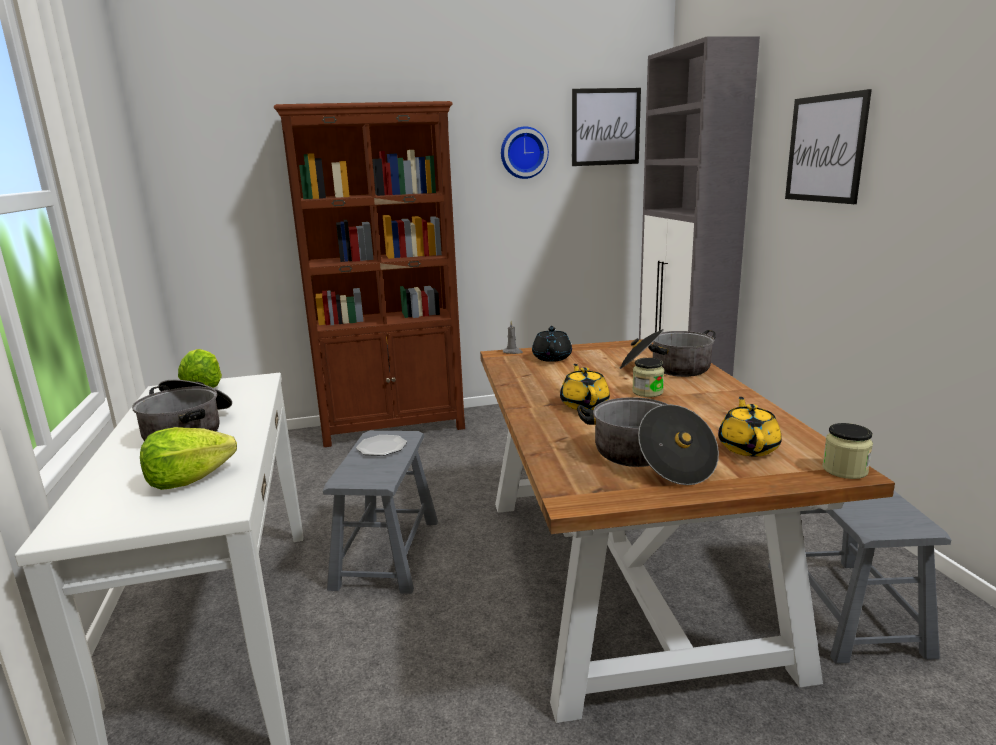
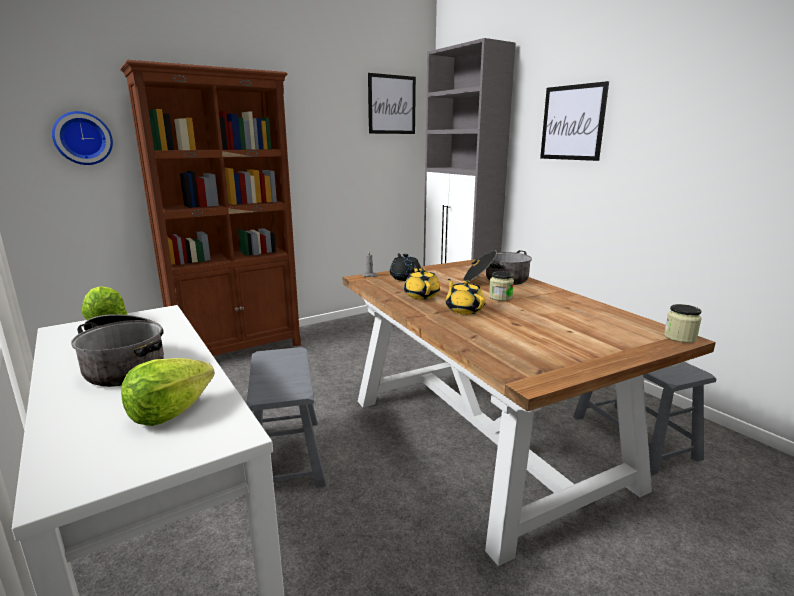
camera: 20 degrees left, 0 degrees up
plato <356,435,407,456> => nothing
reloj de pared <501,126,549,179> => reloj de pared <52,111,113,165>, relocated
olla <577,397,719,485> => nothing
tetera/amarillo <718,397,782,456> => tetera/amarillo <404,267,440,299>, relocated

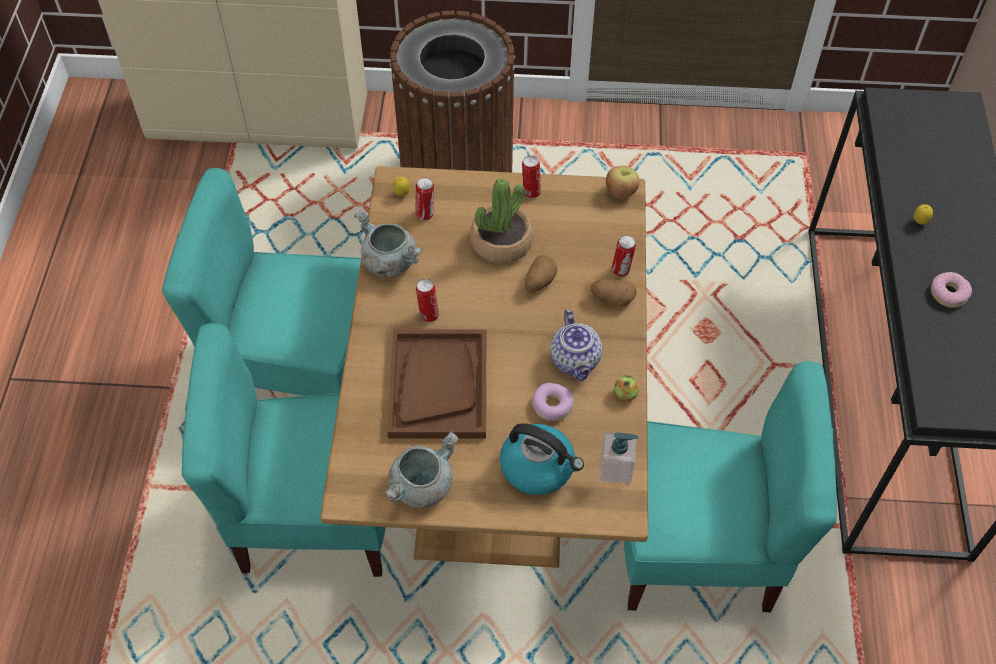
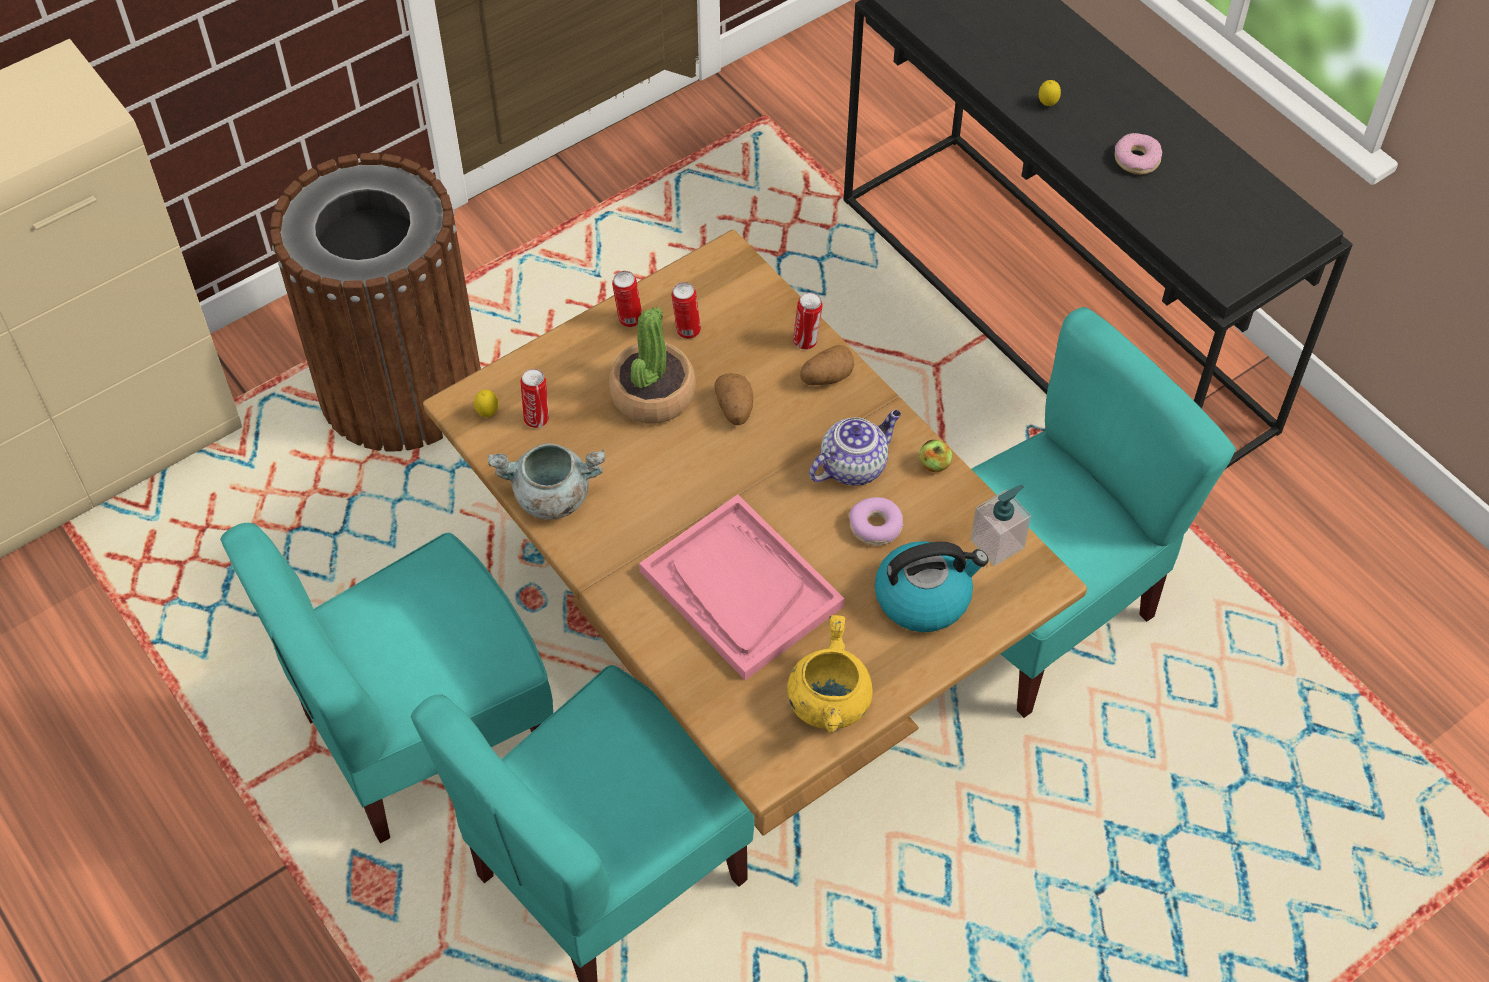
camera: 40 degrees left, 0 degrees up
olla/gris <385,431,458,508> => olla/amarillo <787,615,873,733>
bandeja/marrón <387,329,486,439> => bandeja/rosa <639,494,845,680>
lata <416,279,439,322> => lata <672,282,701,339>, relocated
tetera <550,309,602,381> => tetera <809,410,901,486>, 75 degrees counterclockwise
manzana <606,165,640,199> => nothing

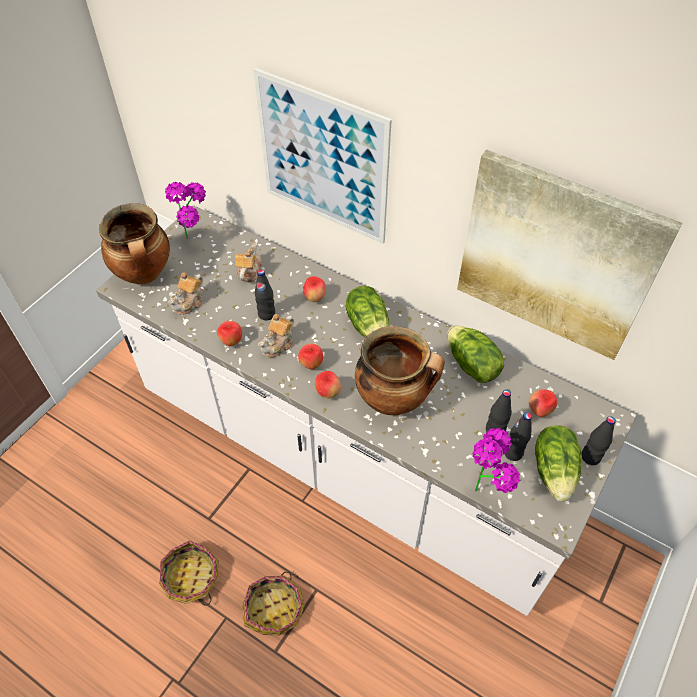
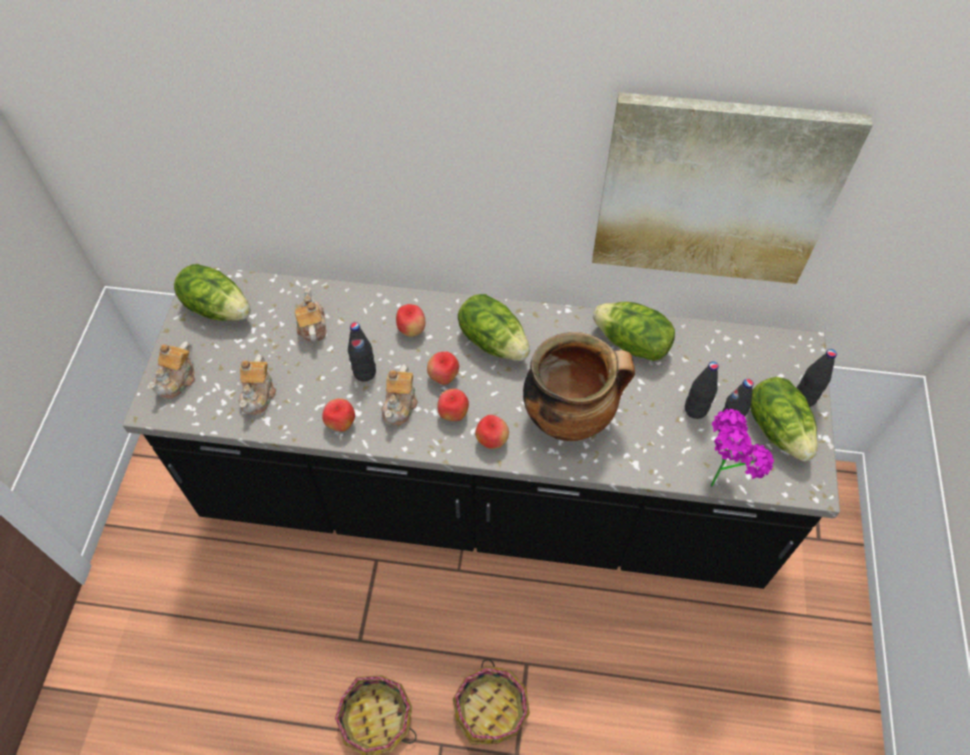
camera: 25 degrees left, 5 degrees up
mueble bajo de cocina/blanco <96,205,637,616> => mueble bajo de cocina/negro <123,264,840,589>
olla <99,203,170,284> => tetera <147,341,195,399>
planta en maceta <165,182,206,239> => lechuga <174,264,251,321>
cuadro <253,68,392,244> => nothing
manzana <529,389,557,417> => manzana <427,351,459,385>, relocated

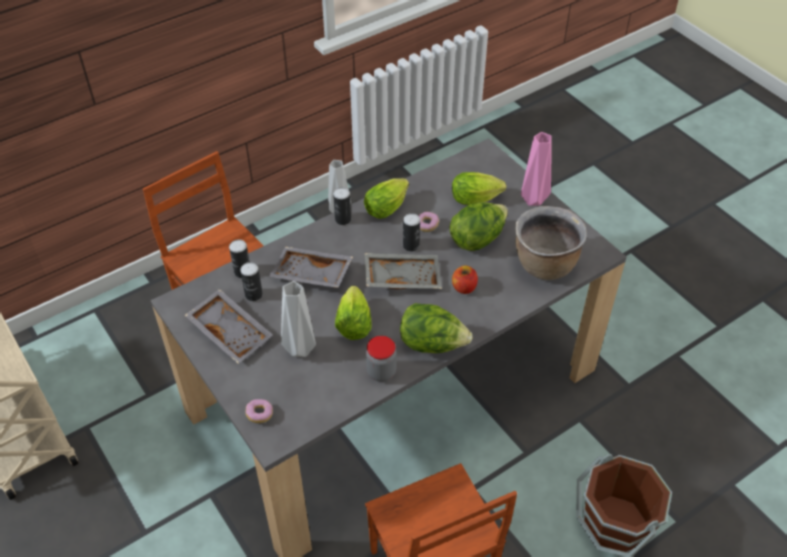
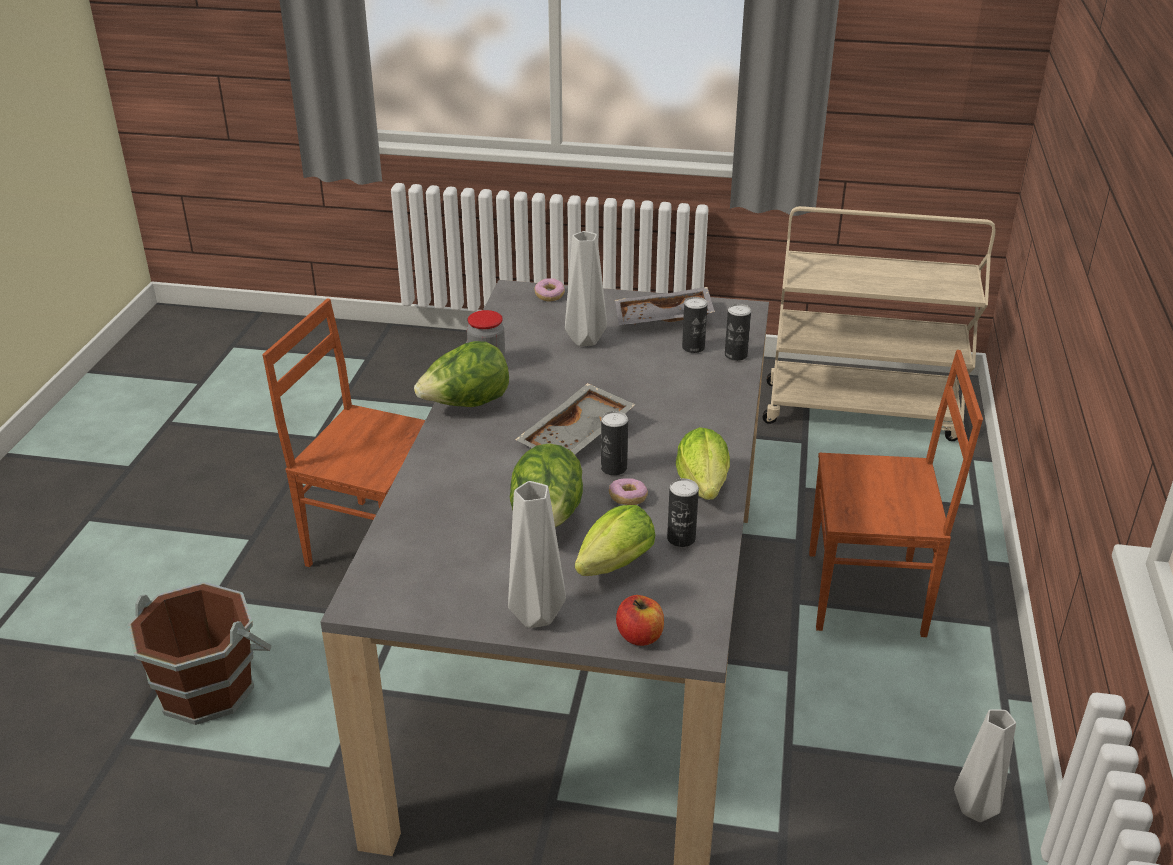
camera: 135 degrees right, 15 degrees down
bandeja/gris <268,247,353,288> => nothing
lata <333,187,351,225> => lata <667,478,699,547>, relocated
lechuga <335,286,372,340> => nothing
manzana <452,266,478,294> => manzana <616,595,664,646>, relocated
olla/marrón <515,206,587,280> => nothing
florero/rosa <521,132,552,206> => florero/gris <508,481,566,628>

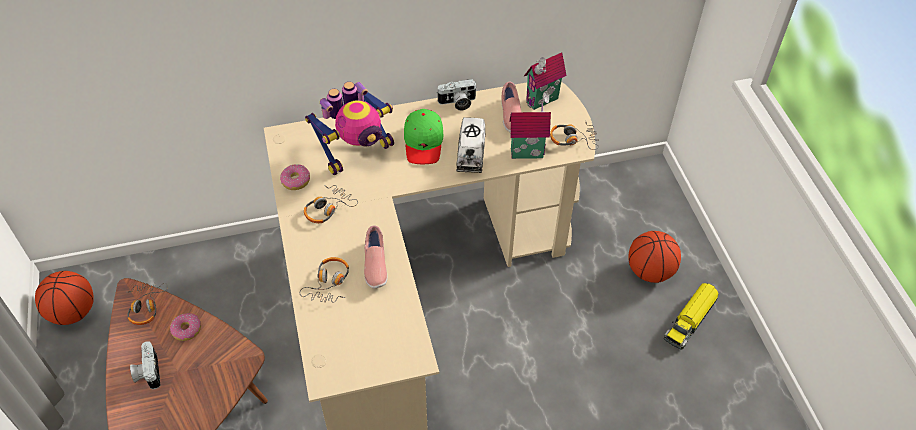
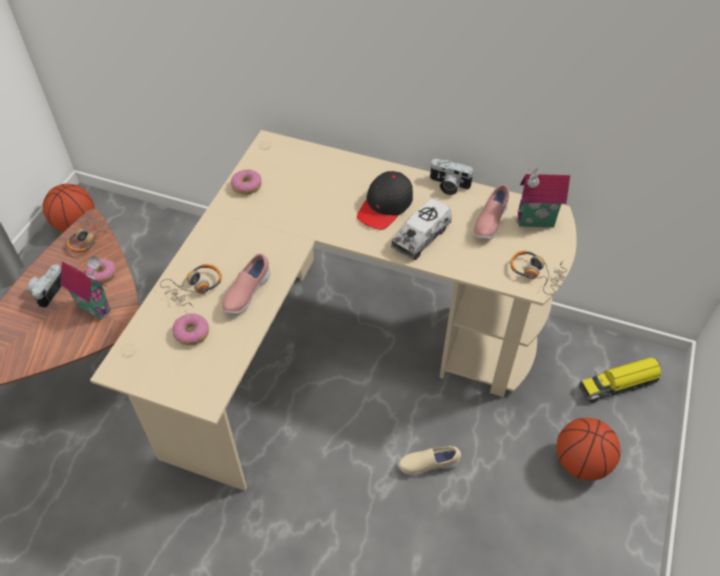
camera: 35 degrees right, 0 degrees up
auriculares <304,185,358,223> => nothing
robot de juguete <305,82,394,175> => nothing
gorra/verde <404,109,443,164> => gorra/negro <357,171,413,230>
casita <509,91,552,159> => casita <61,256,111,320>, relocated
camión de juguete <664,283,718,350> => camión de juguete <579,357,661,403>, relocated
nothing => rosquilla <172,313,209,345>
nothing => zapato/beis <398,446,461,475>

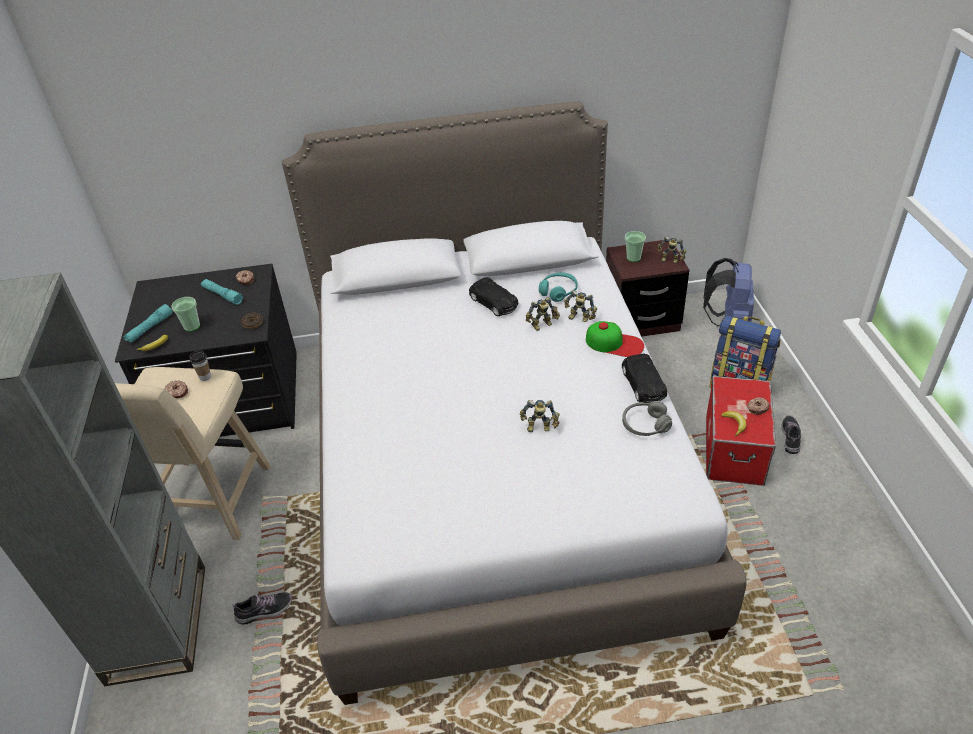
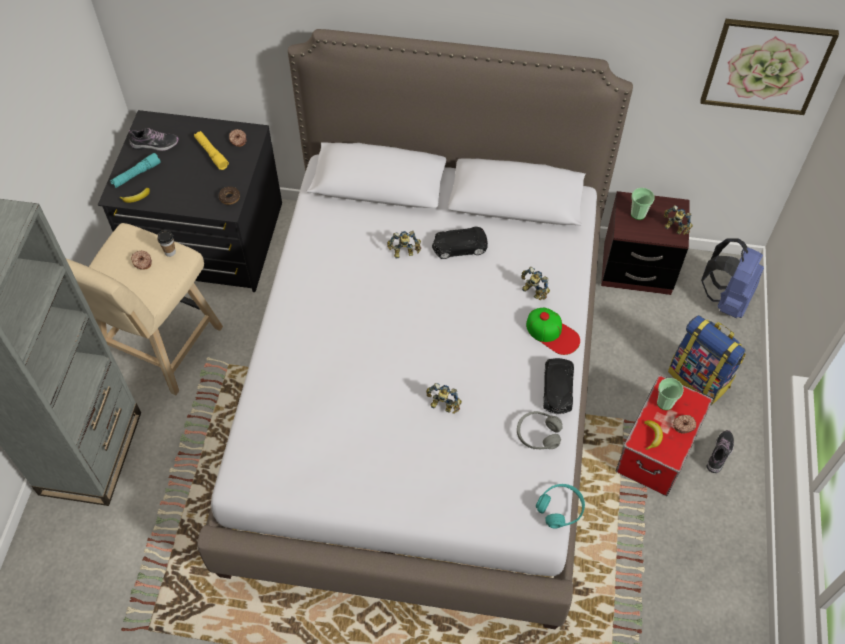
camera: 15 degrees right, 15 degrees up
taza <171,297,200,332> => taza <657,378,684,410>, relocated
linterna/turquesa <201,279,243,305> => linterna/amarillo <194,131,229,170>
zapato <233,592,292,625> => zapato <129,128,179,151>, relocated
coche de juguete/negro <469,277,518,316> => coche de juguete/negro <432,227,488,259>, 105 degrees clockwise
robot de juguete <526,297,560,331> => robot de juguete <387,231,421,258>, relocated
auriculares/turquesa <539,273,578,302> => auriculares/turquesa <536,484,585,528>, relocated
nothing => cuadro <700,19,839,115>

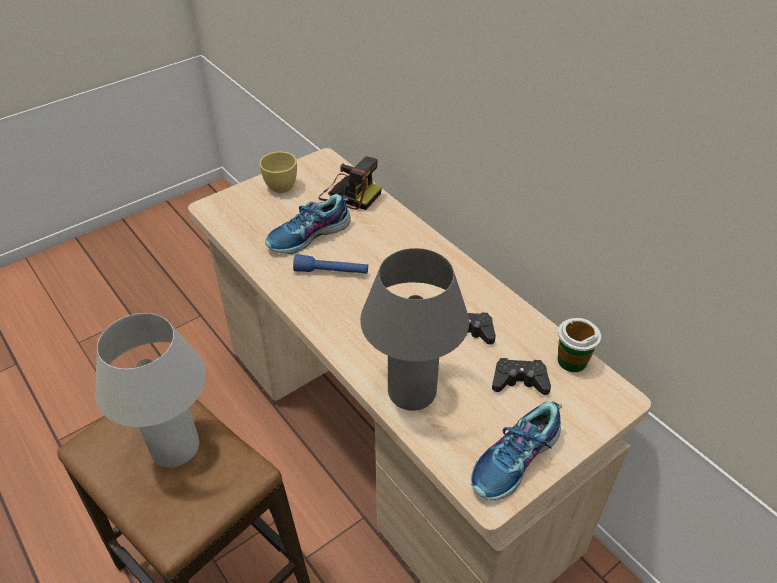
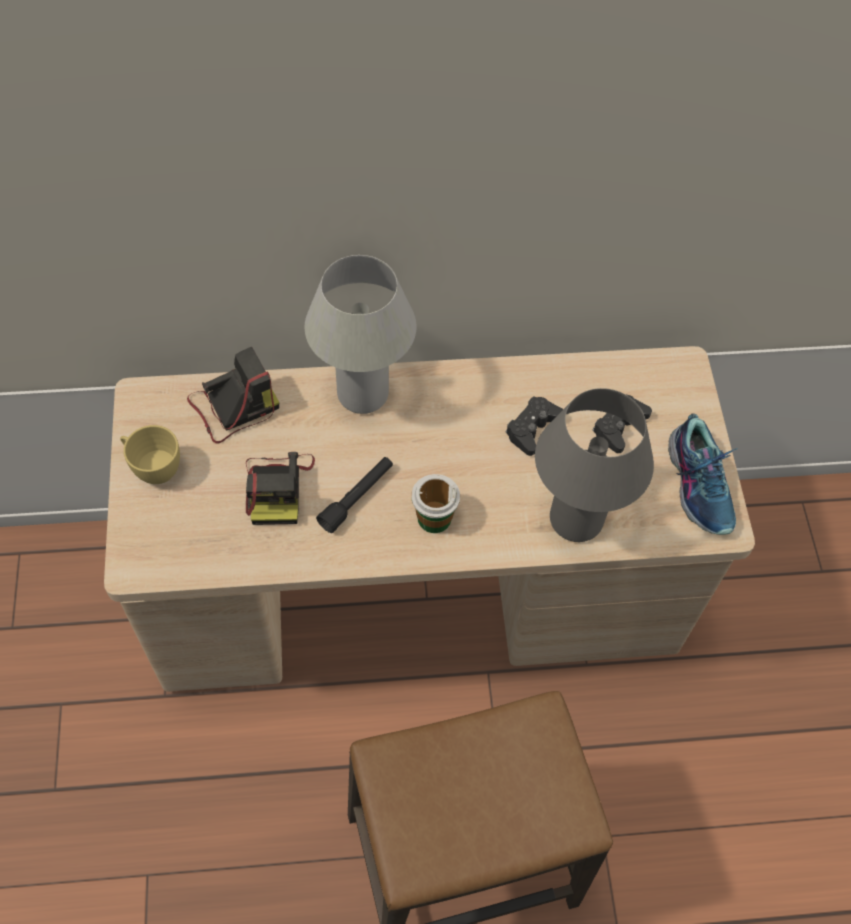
camera: 60 degrees left, 15 degrees up
lámpara de mesa/blanco <95,313,206,468> => lámpara de mesa/blanco <305,255,416,414>, relocated
zapato <265,194,351,254> => cámara <246,452,315,525>
linterna/azul <293,254,368,274> => linterna/negro <316,457,393,533>
taza <557,318,601,372> => taza <411,474,460,533>, relocated

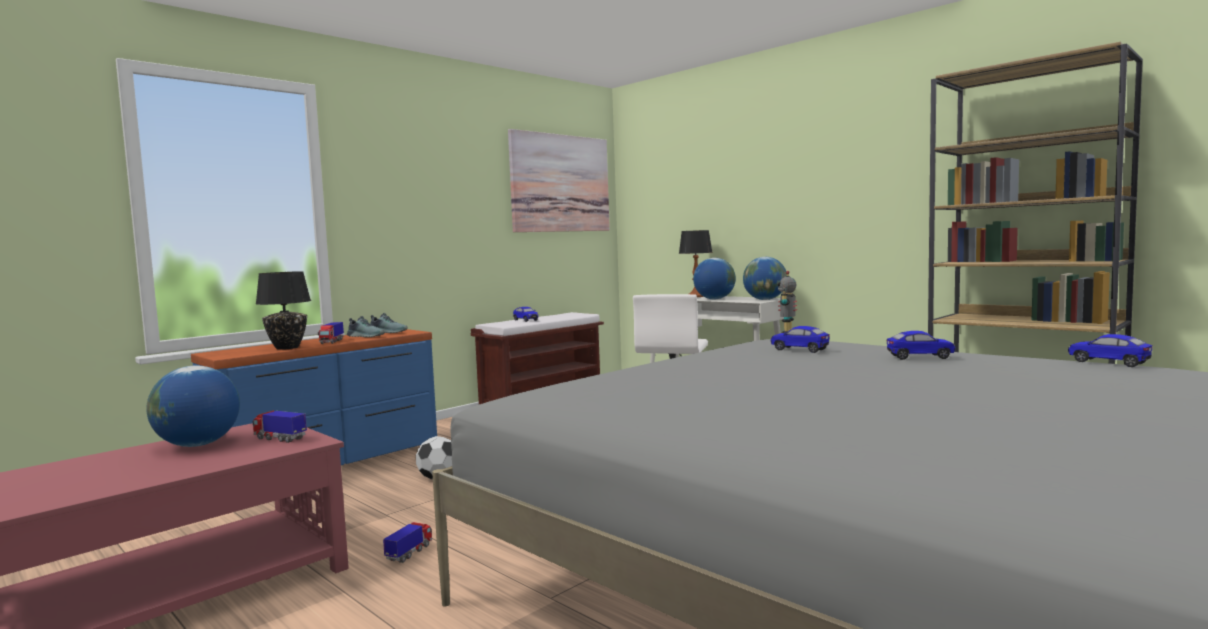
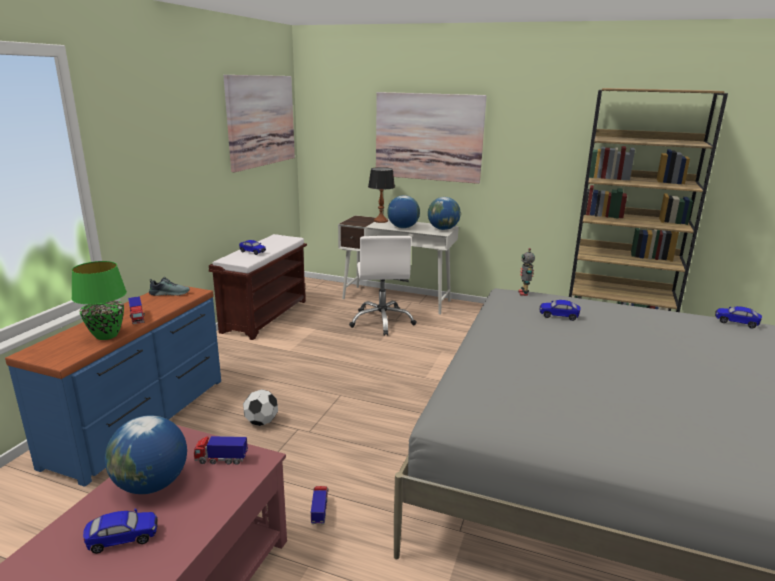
camera: 25 degrees left, 15 degrees up
lámpara de mesa/negro <256,271,311,350> => lámpara de mesa/verde <71,261,127,340>
zapato <347,316,385,337> => nothing
coche de juguete <887,331,956,360> => coche de juguete <83,508,158,554>, relocated
nothing => cuadro <376,92,487,184>

